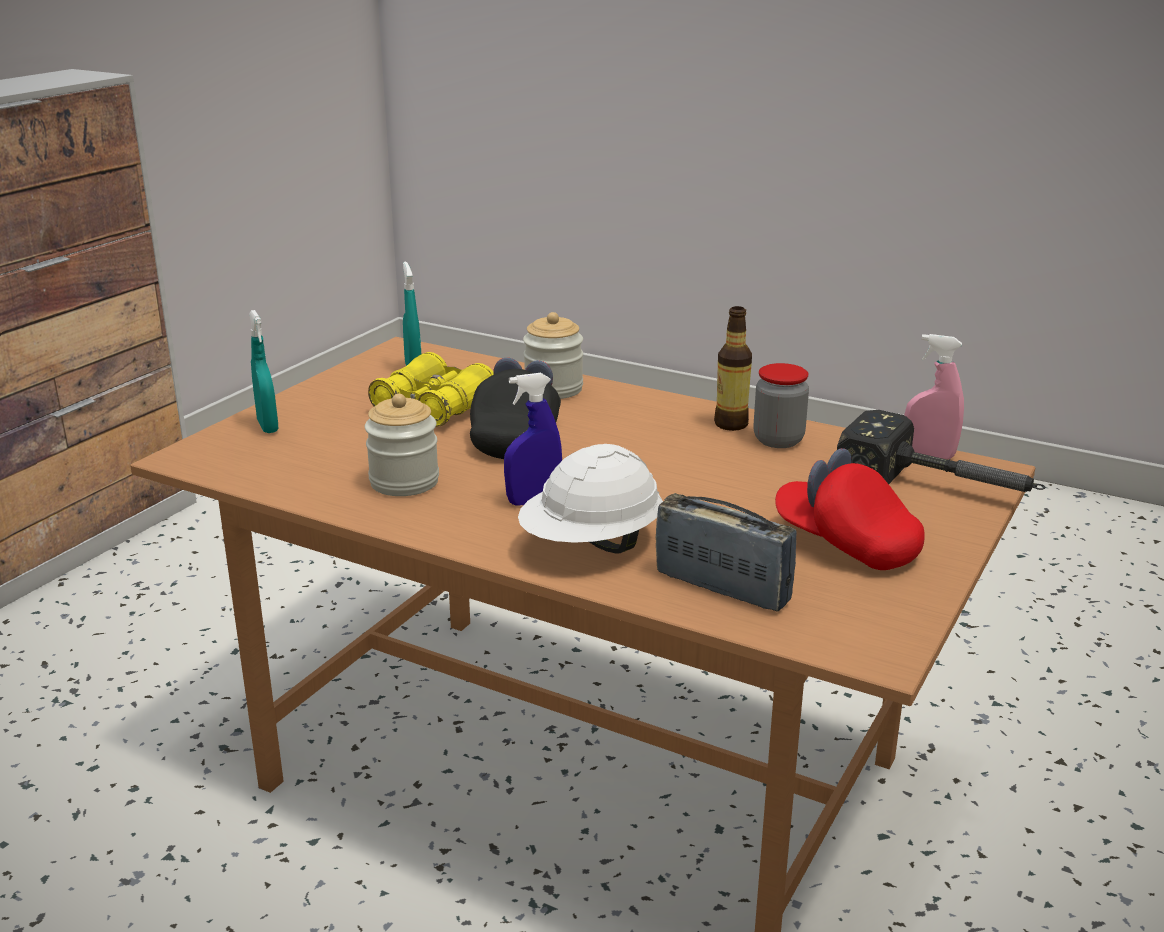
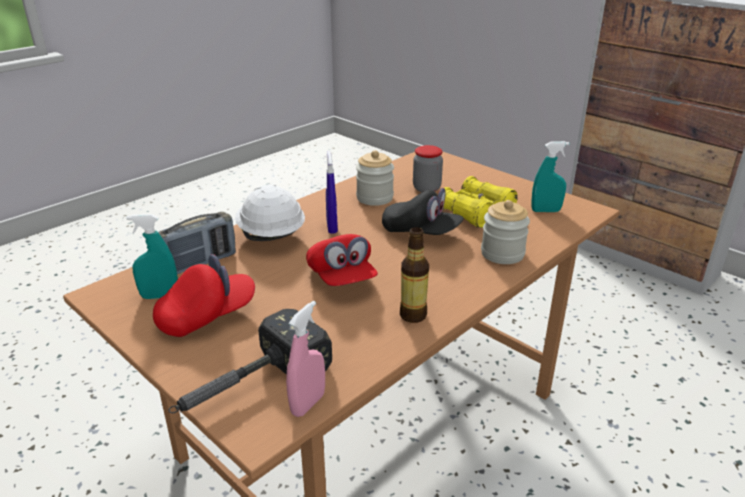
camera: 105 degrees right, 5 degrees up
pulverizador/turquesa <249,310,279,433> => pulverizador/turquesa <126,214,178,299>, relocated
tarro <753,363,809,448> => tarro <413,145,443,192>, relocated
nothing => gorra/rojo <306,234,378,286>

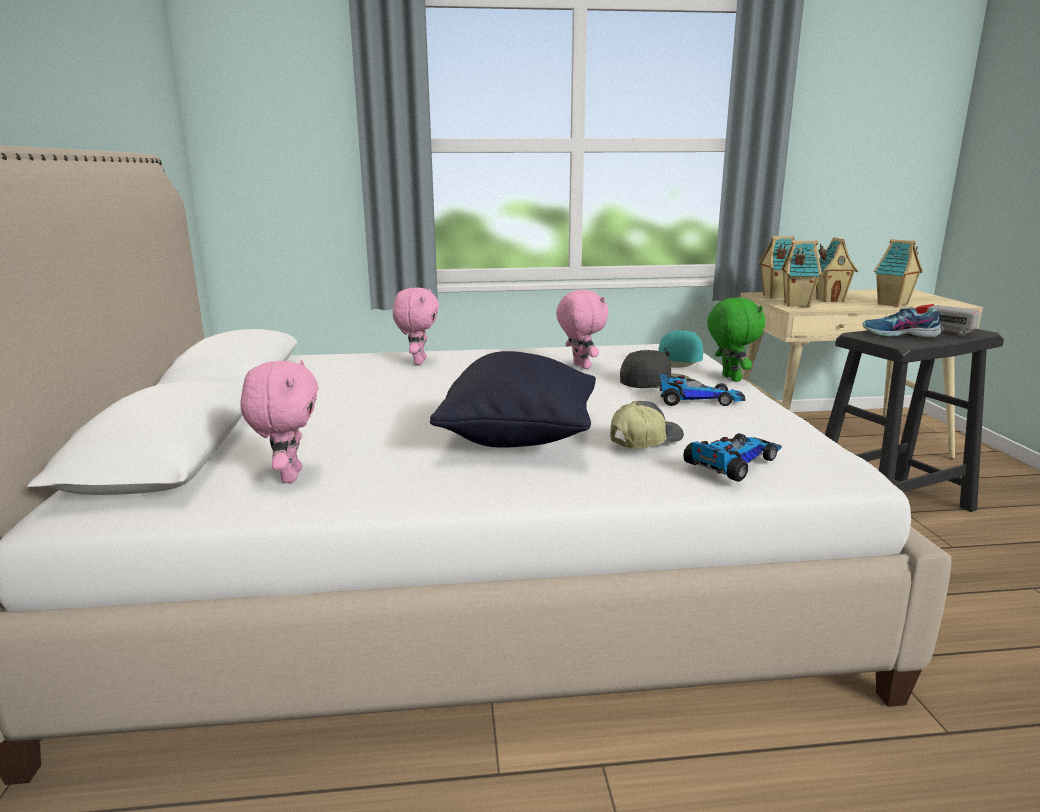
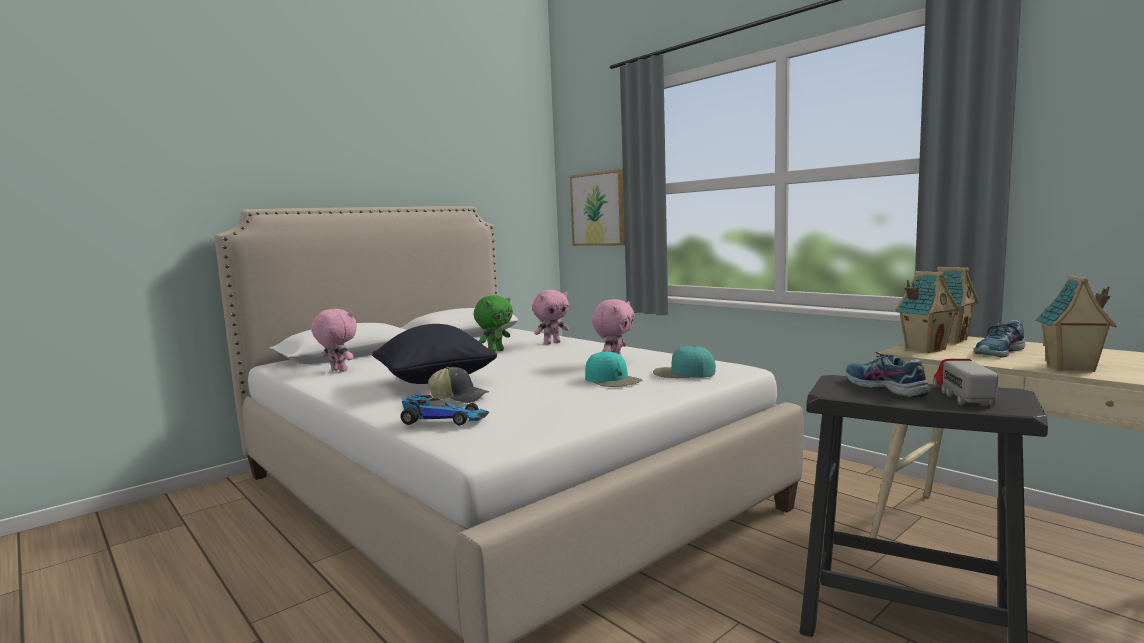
camera: 55 degrees right, 10 degrees down
peluche/rosa <240,360,319,483> => peluche/rosa <311,309,357,372>, 105 degrees counterclockwise
gorra/negro <620,350,691,388> => gorra/turquesa <585,351,642,387>
coche de juguete <659,374,745,406> => nothing
peluche/verde <707,297,765,382> => peluche/verde <474,295,513,352>, relocated
casita <816,237,858,302> => zapato <974,320,1025,357>
nothing => cuadro <570,169,625,246>

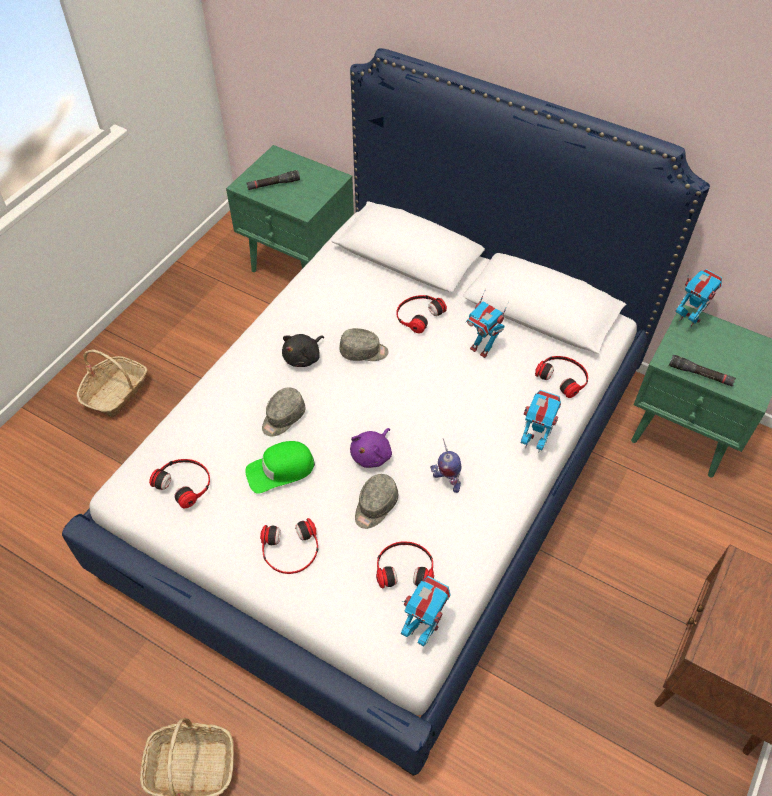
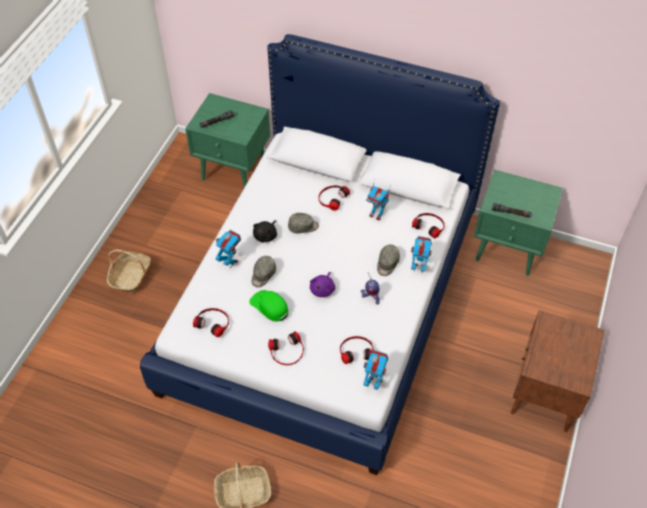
camera: 10 degrees left, 0 degrees up
gorra/verde <245,441,315,494> => gorra/verde <249,290,288,321>, 75 degrees clockwise
gorra/gris <355,474,398,529> => gorra/gris <377,245,400,276>, relocated
robot de juguete <675,269,722,328> => robot de juguete <214,230,241,268>, relocated

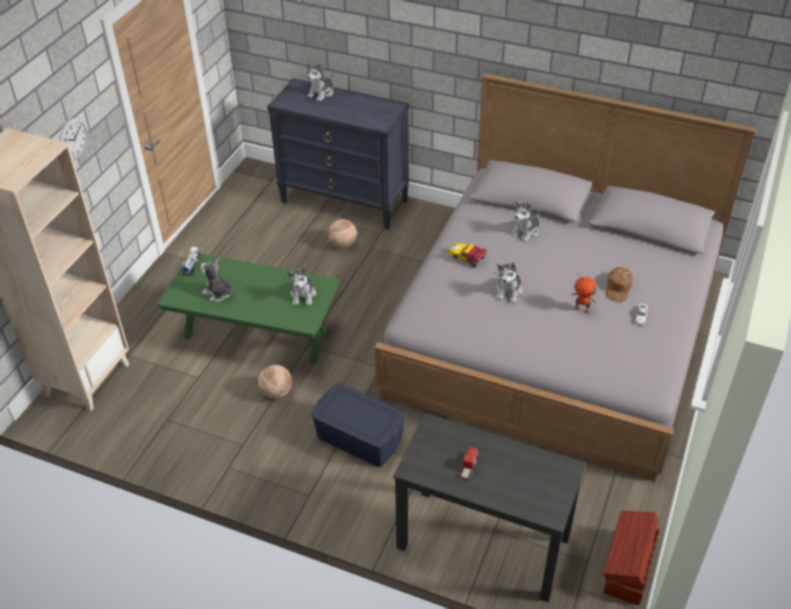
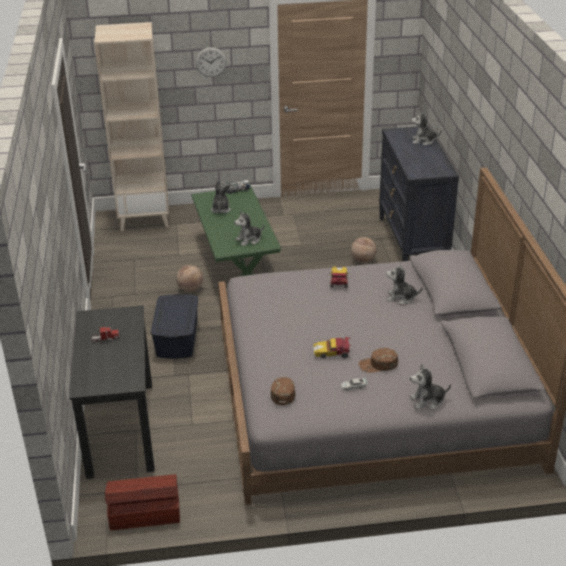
camera: 60 degrees right, 10 degrees down
peluche <496,262,523,303> => peluche <410,363,451,410>, relocated
robot de juguete <572,273,597,314> => coche de juguete <313,337,351,358>
nothing => gorra/marrón <271,377,295,405>

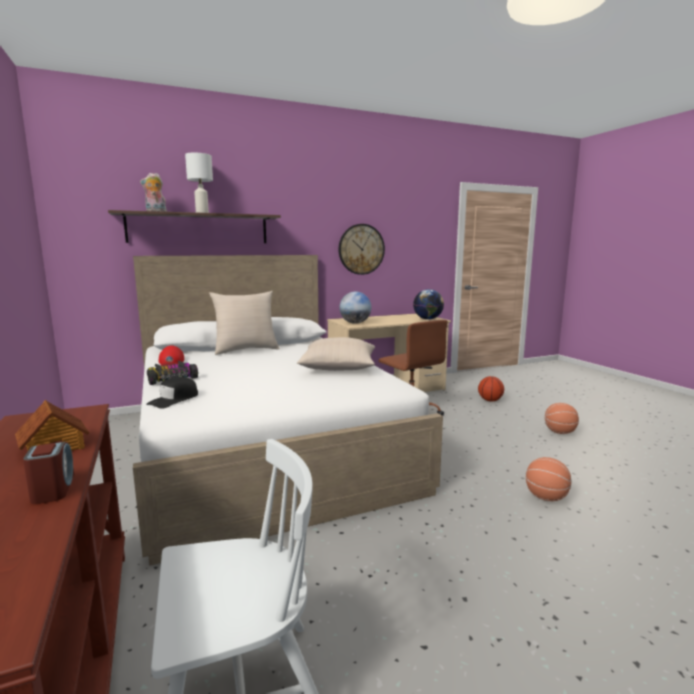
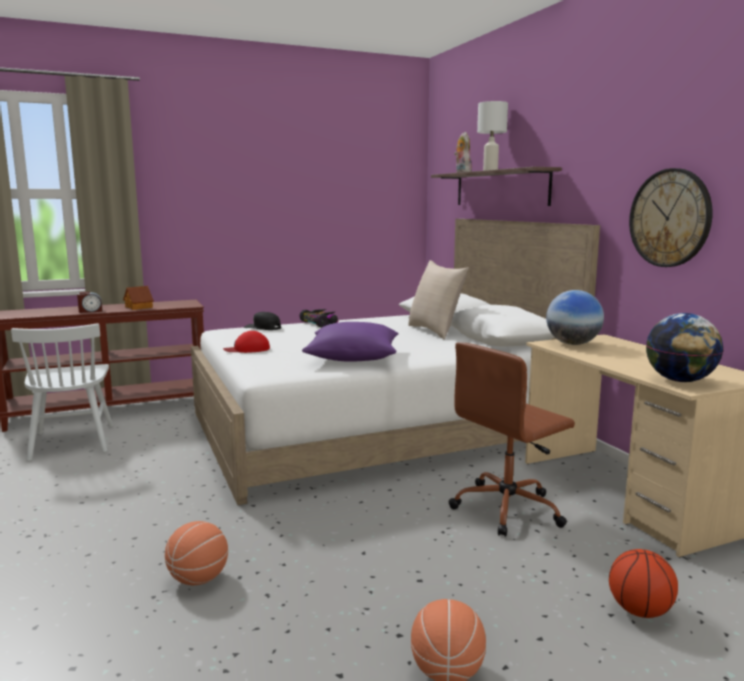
camera: 90 degrees right, 0 degrees up
gorra/rojo <159,345,184,366> => gorra/rojo <223,331,270,353>, relocated
cojín/beis <297,337,375,371> => cojín/morado <302,322,399,362>

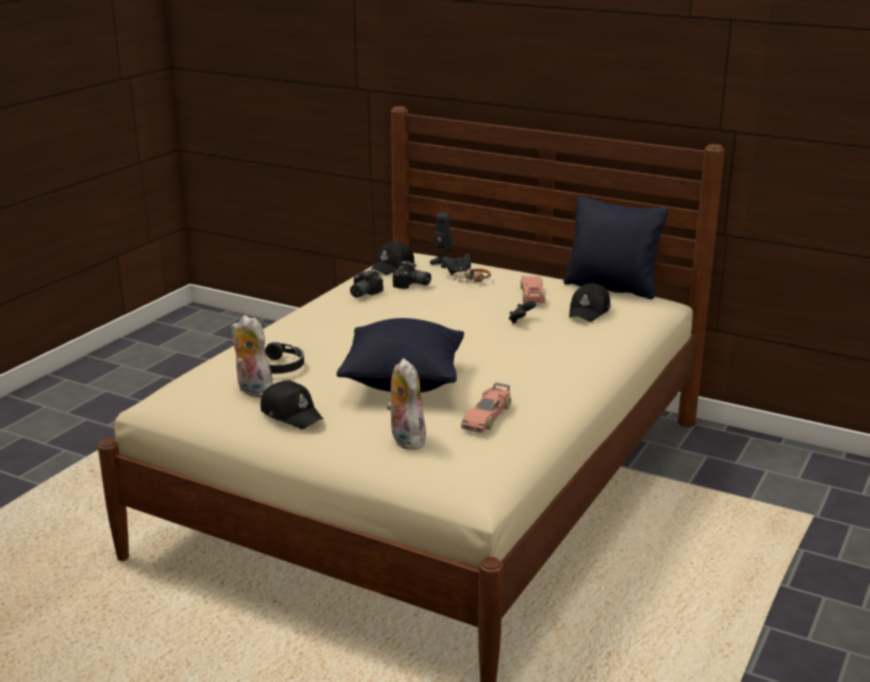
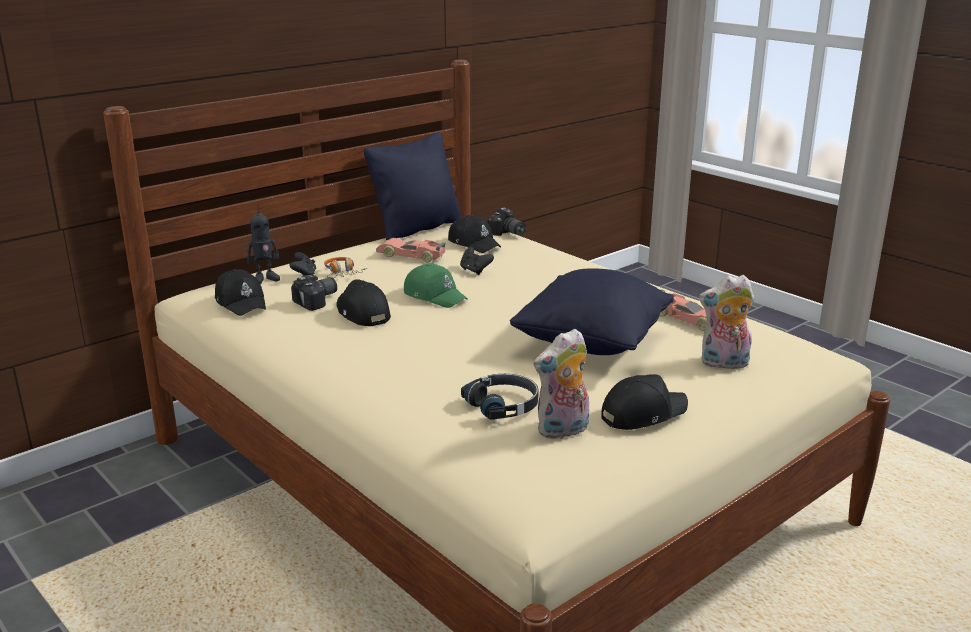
camera: 70 degrees left, 0 degrees up
cámara <350,270,383,298> => cámara <487,208,526,236>, relocated
nothing => gorra/negro <336,279,391,326>
nothing => gorra/verde <404,264,468,308>

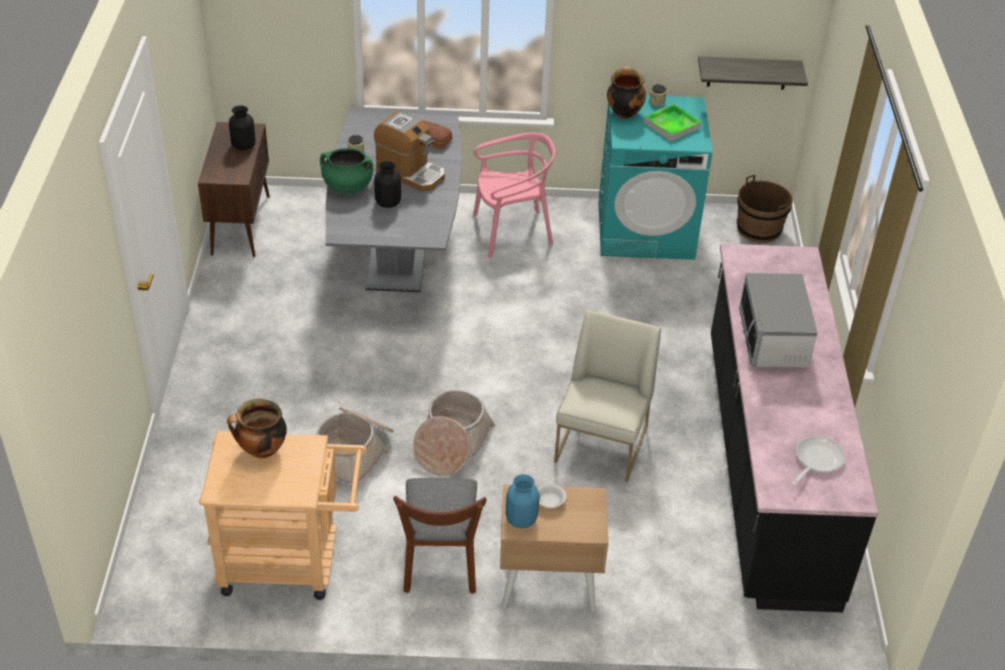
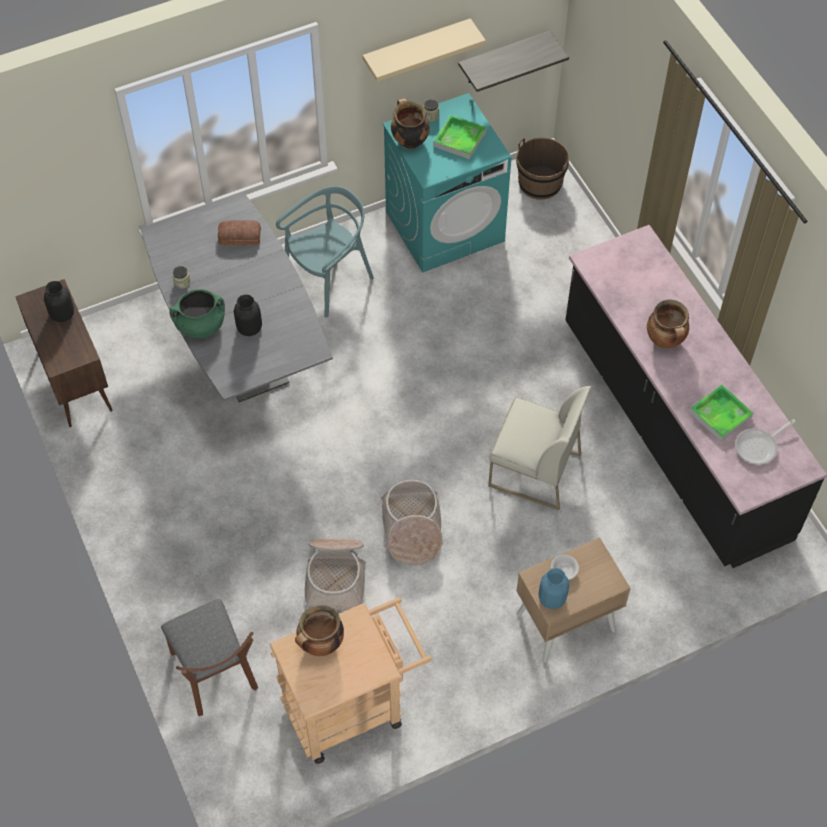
camera: 25 degrees left, 15 degrees up
cafetera <374,111,445,192> => nothing
silla/marrón <393,478,487,594> => silla/marrón <161,599,258,716>, relocated
silla/rosa <473,133,555,258> => silla/turquesa <276,186,374,318>
silla/blanco <554,309,661,482> => silla/blanco <488,386,591,510>, 120 degrees clockwise
microondas <739,273,818,368> => olla <647,299,689,348>
sartén <792,436,845,486> => sartén <735,419,796,465>, 135 degrees counterclockwise
nothing => estante/beis <363,18,486,82>
nothing => bandeja <689,385,753,441>

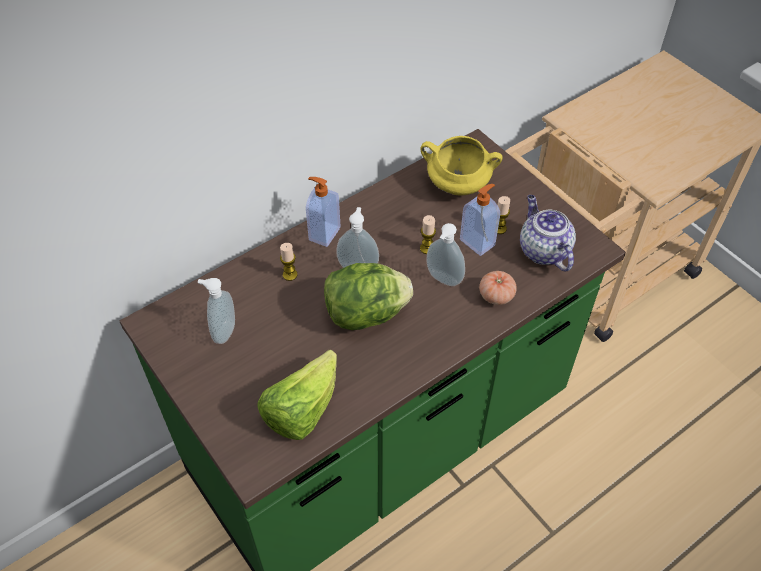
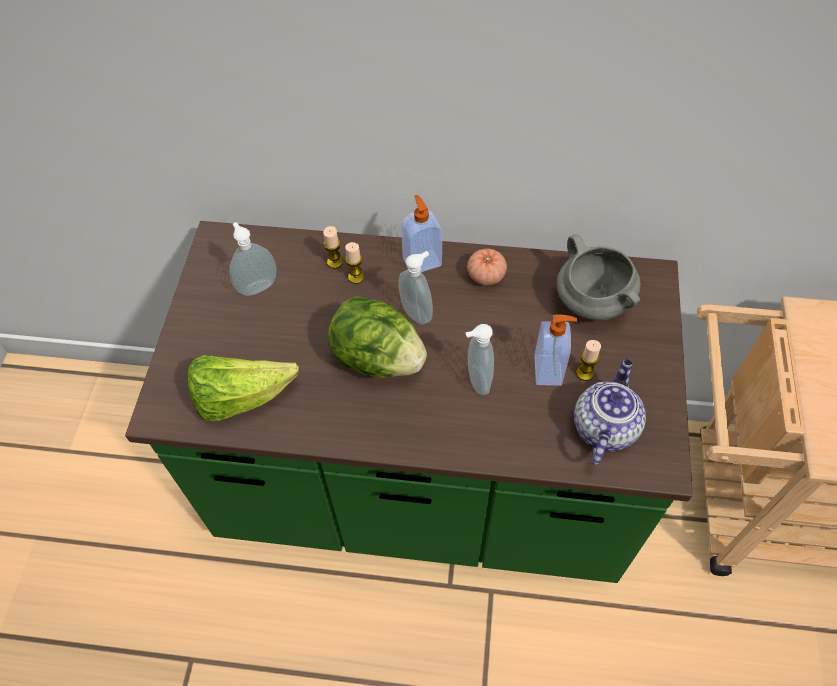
camera: 45 degrees right, 5 degrees up
olla/amarillo <420,136,503,195> => olla/gris <557,234,641,321>
vela <420,215,436,254> => vela <323,226,343,269>, relocated
tomate <479,271,517,305> => tomate <467,248,507,285>, relocated

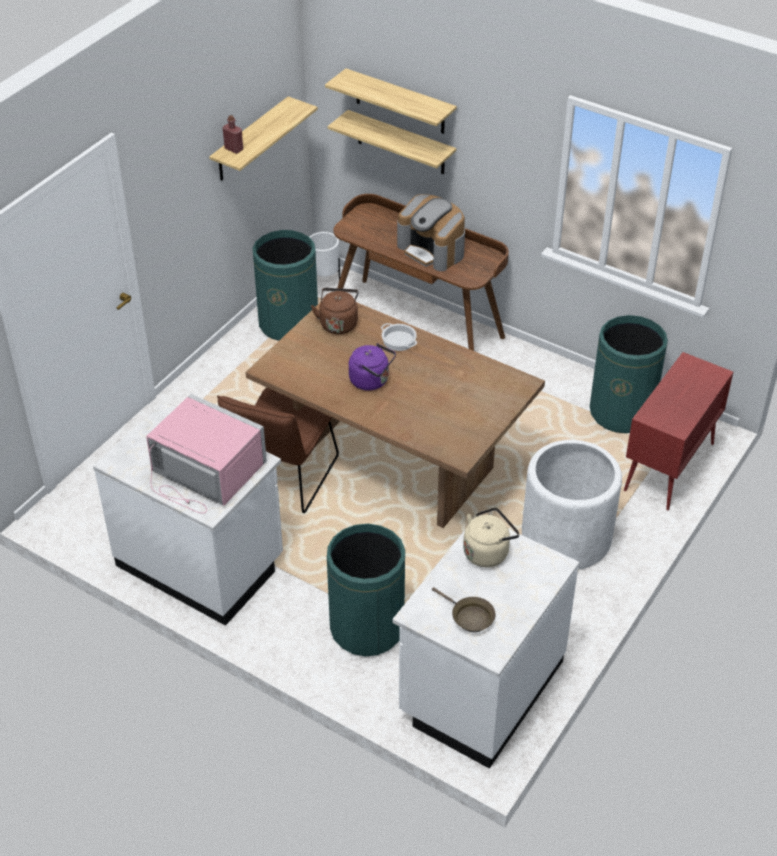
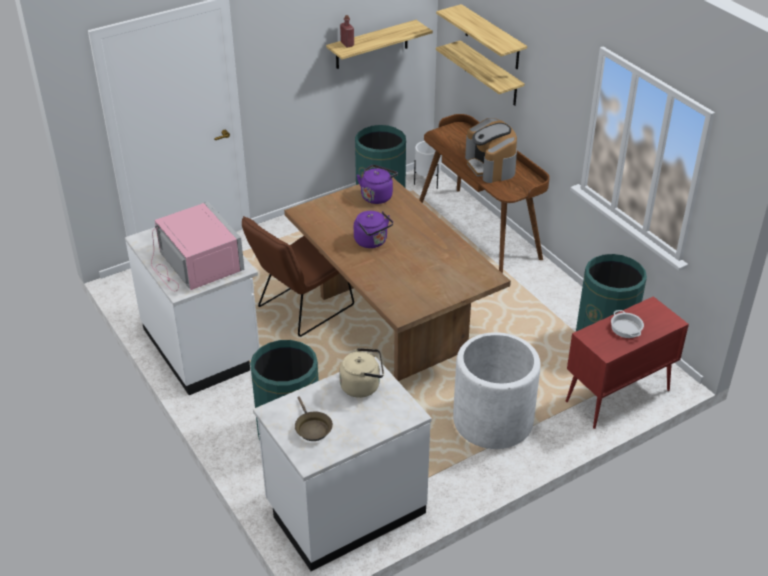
camera: 25 degrees right, 5 degrees down
hervidor/marrón <311,288,359,334> => hervidor/morado <357,165,398,204>
olla <381,323,417,351> => olla <611,310,644,338>, relocated

